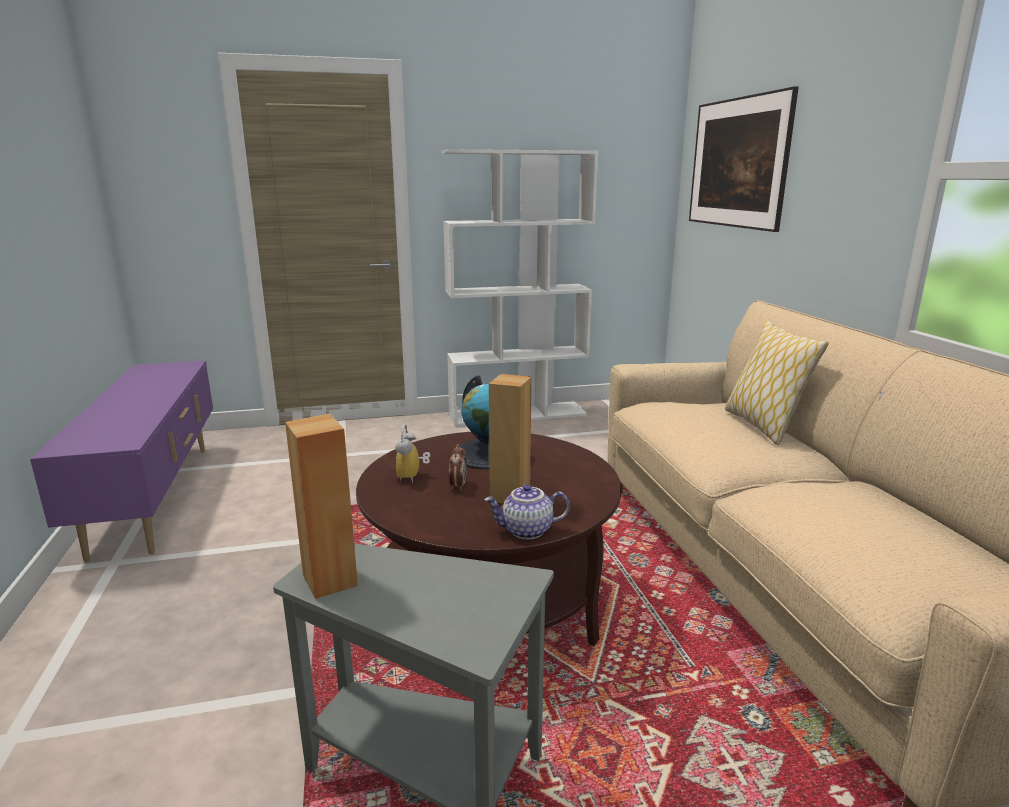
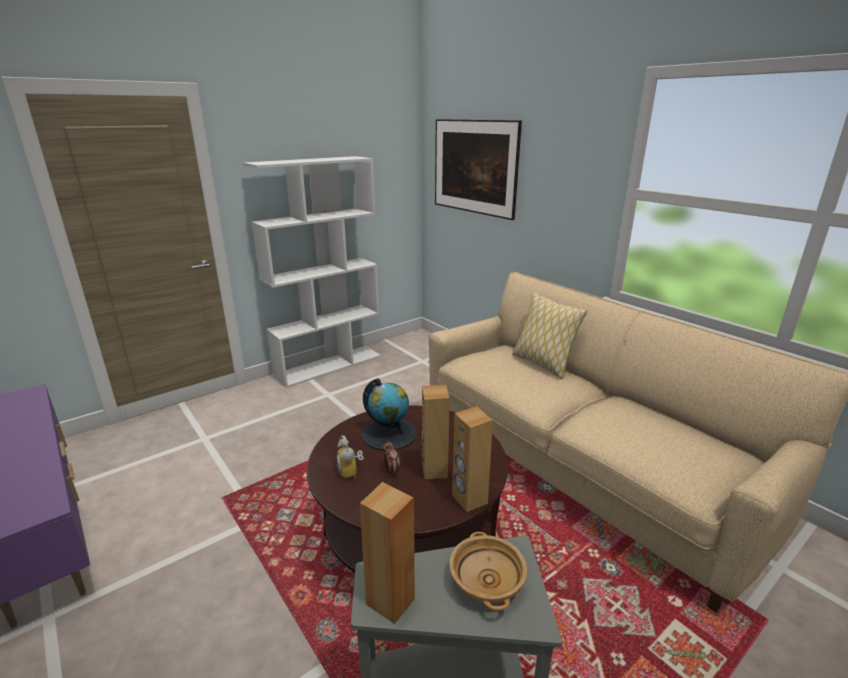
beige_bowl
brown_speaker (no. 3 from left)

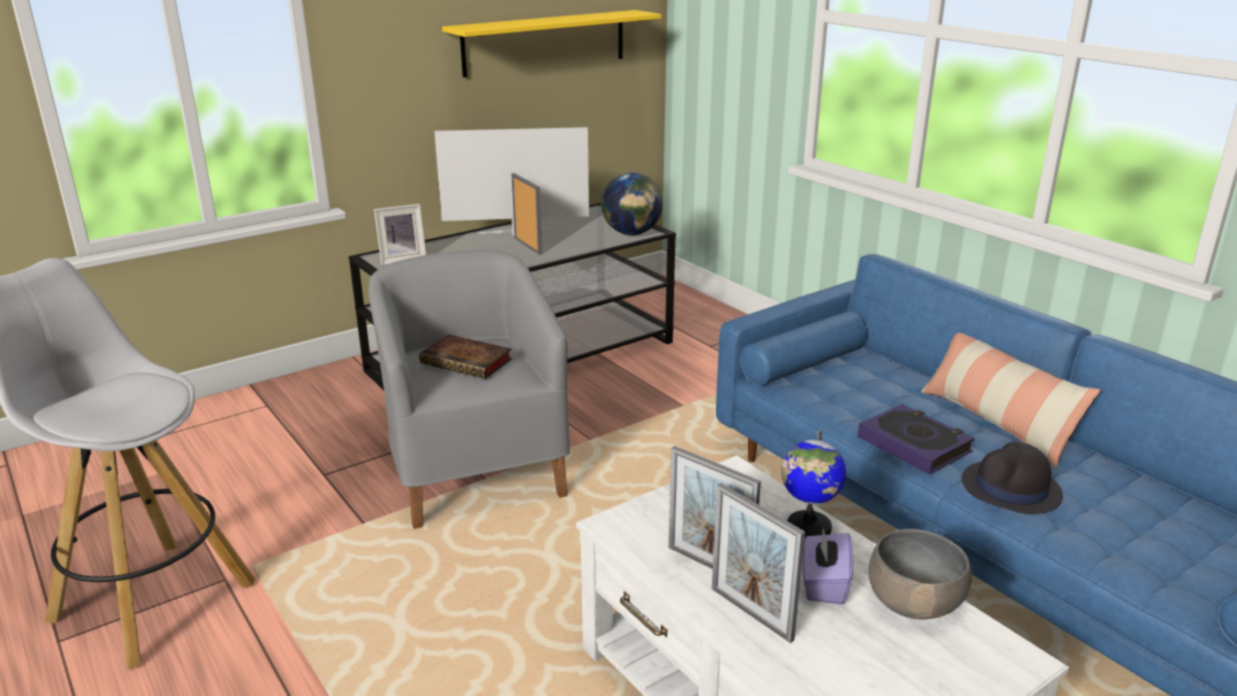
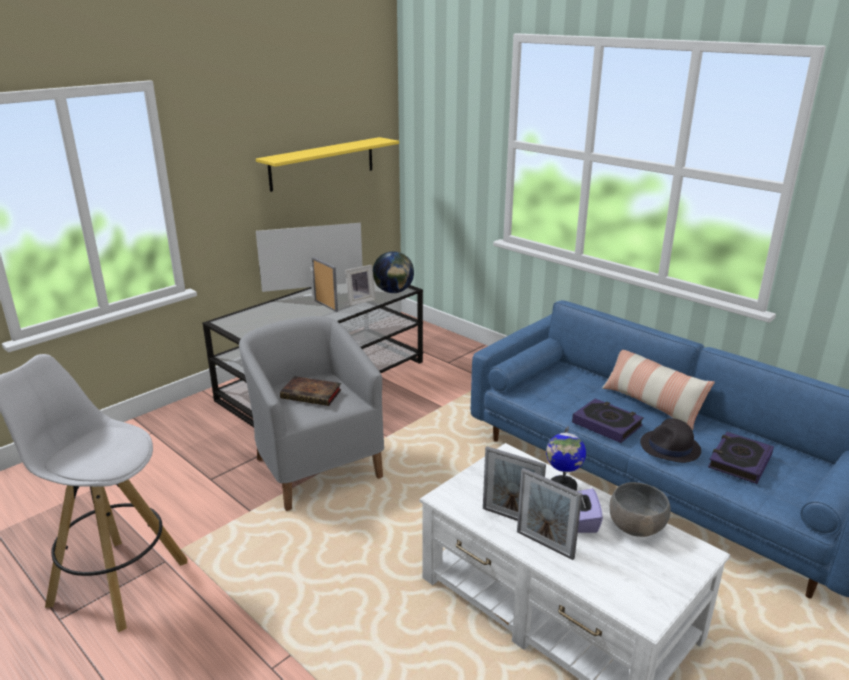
picture_frame (no. 2 from left)
book (no. 3 from left)

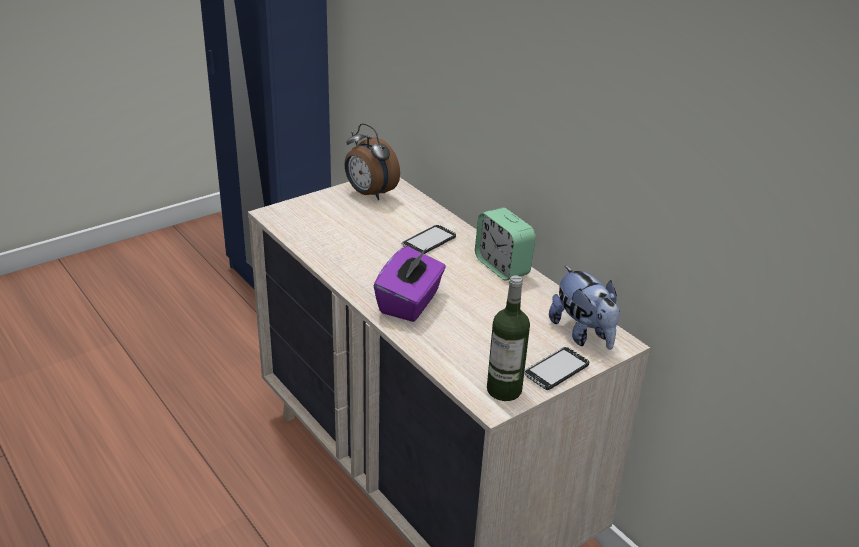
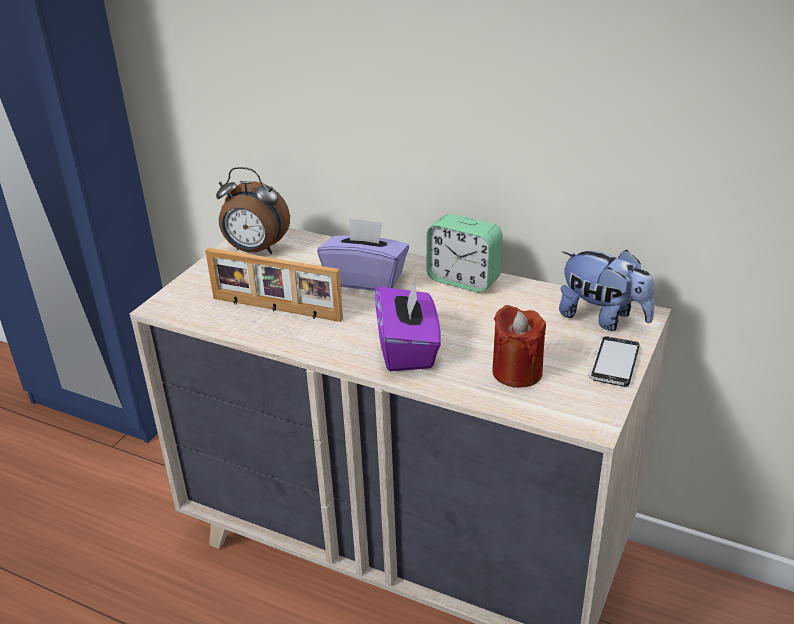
picture_frame
purple_tissue_box (no. 1 from left)
red_candle
bottle

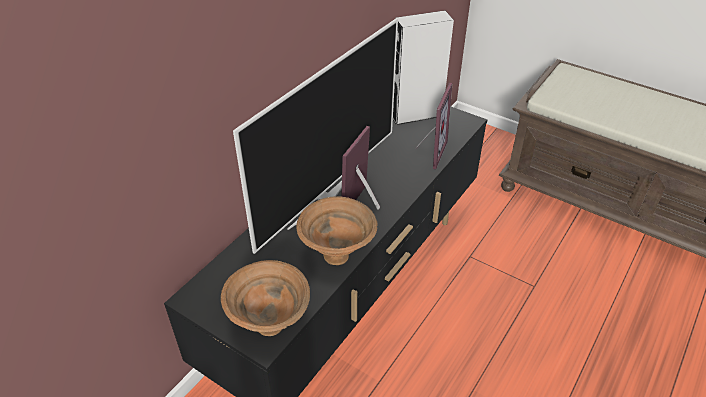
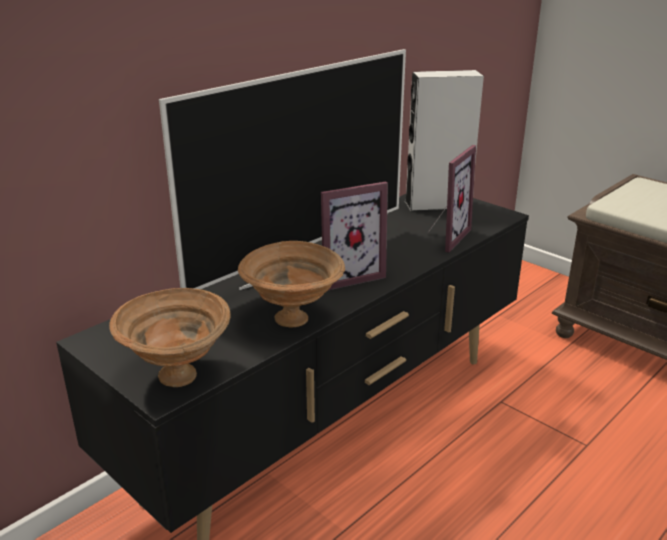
picture_frame (no. 1 from left)

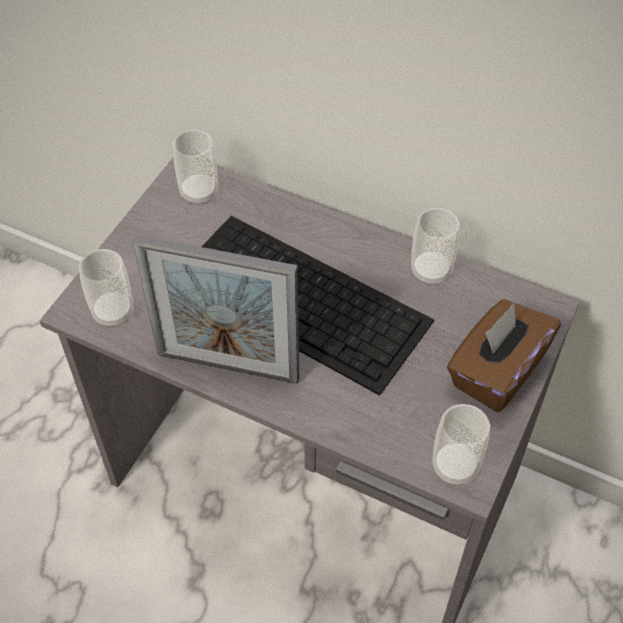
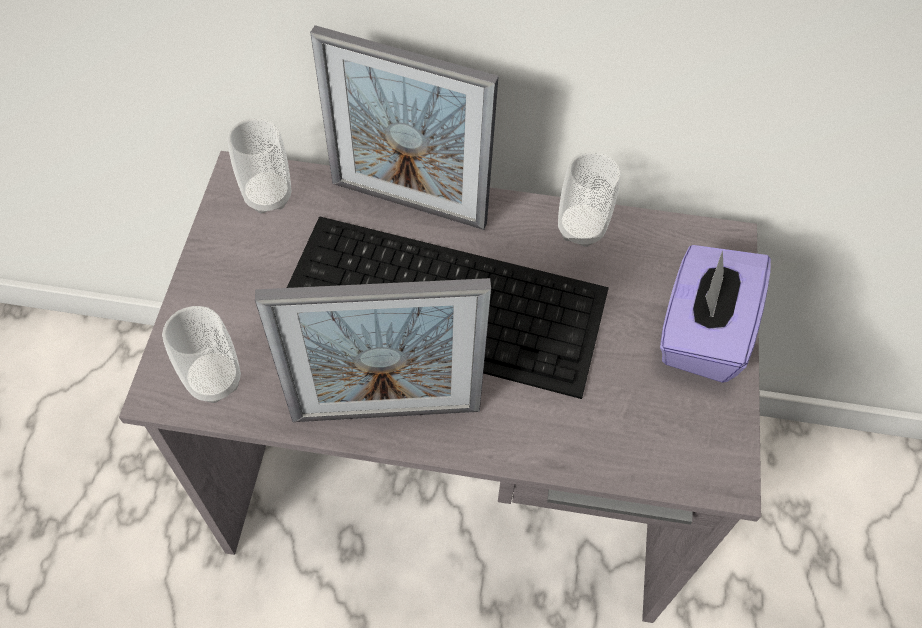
picture_frame (no. 2 from left)
purple_tissue_box
cup (no. 4 from left in the first image)

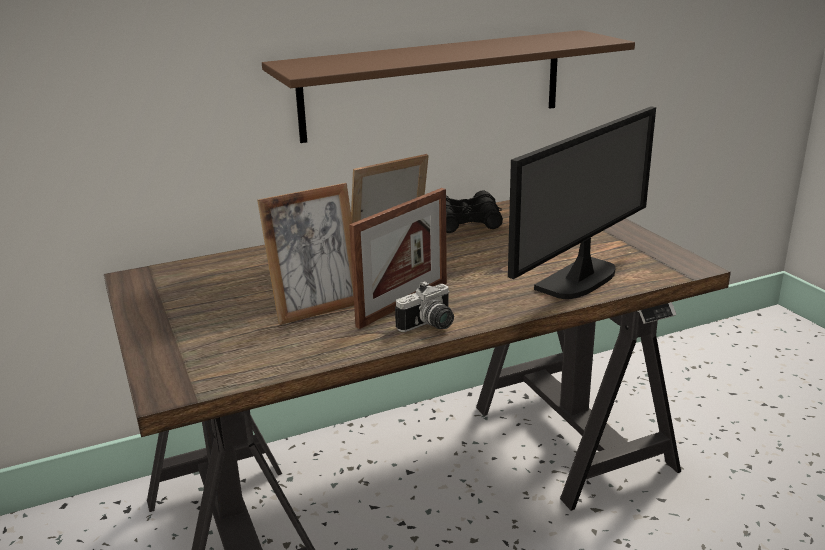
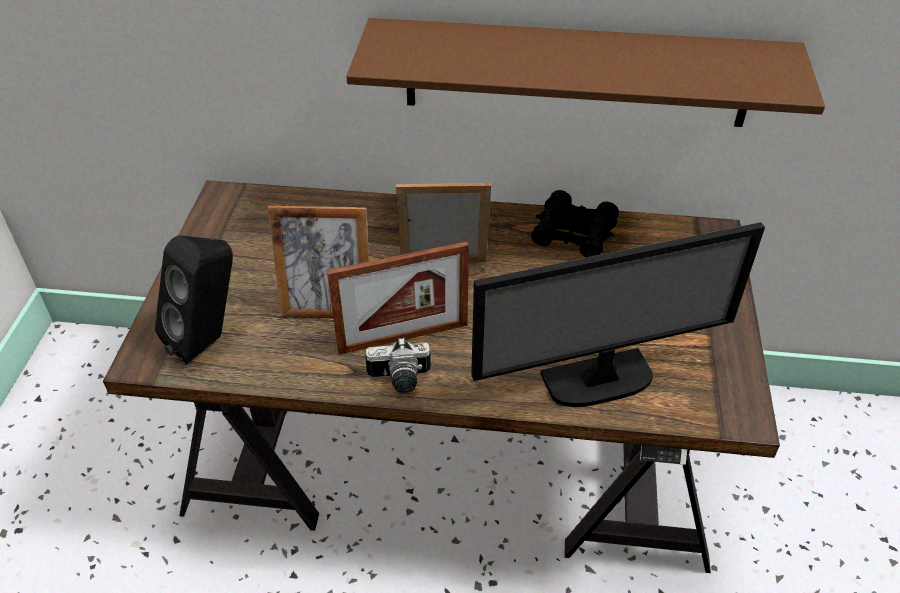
black_speaker

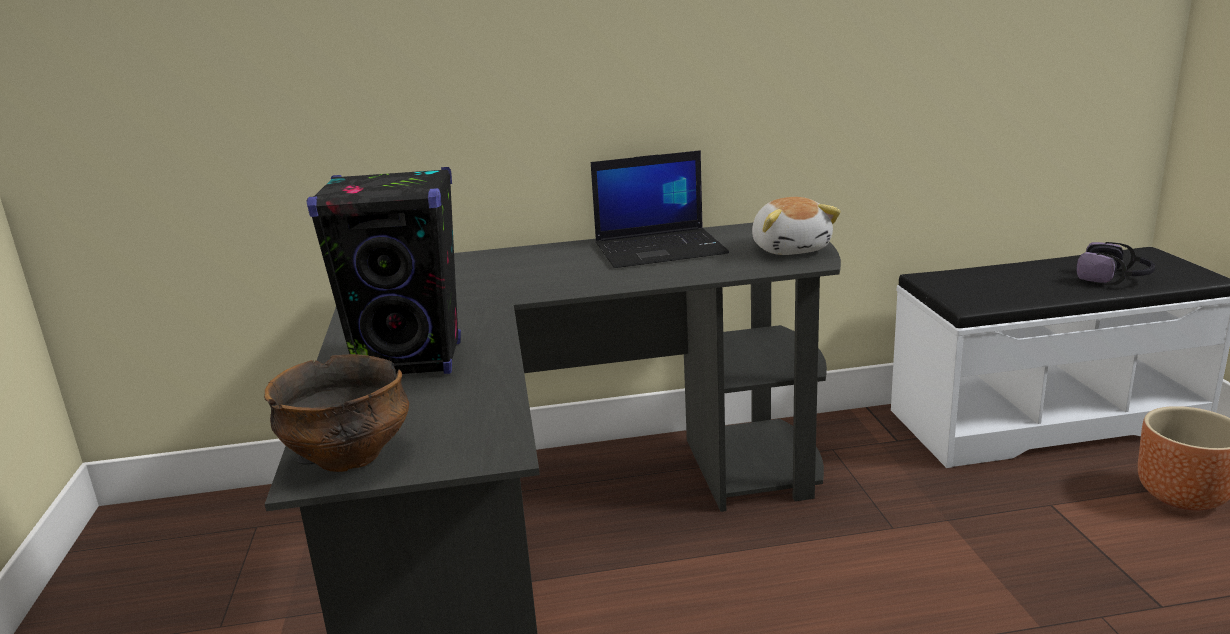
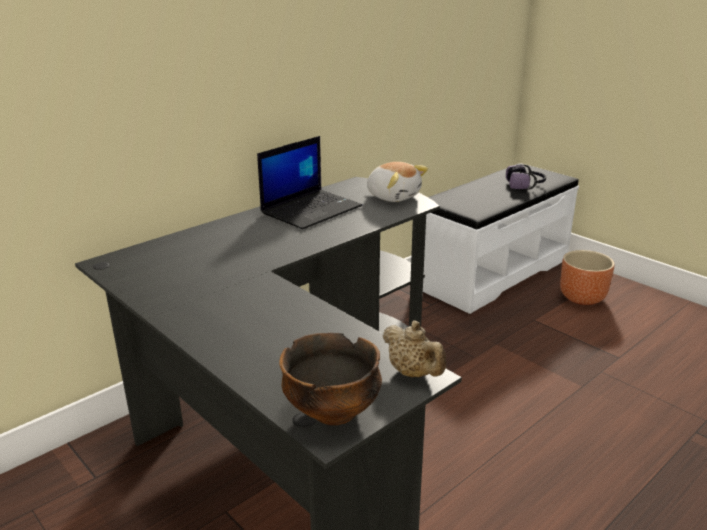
beige_teapot
black_speaker

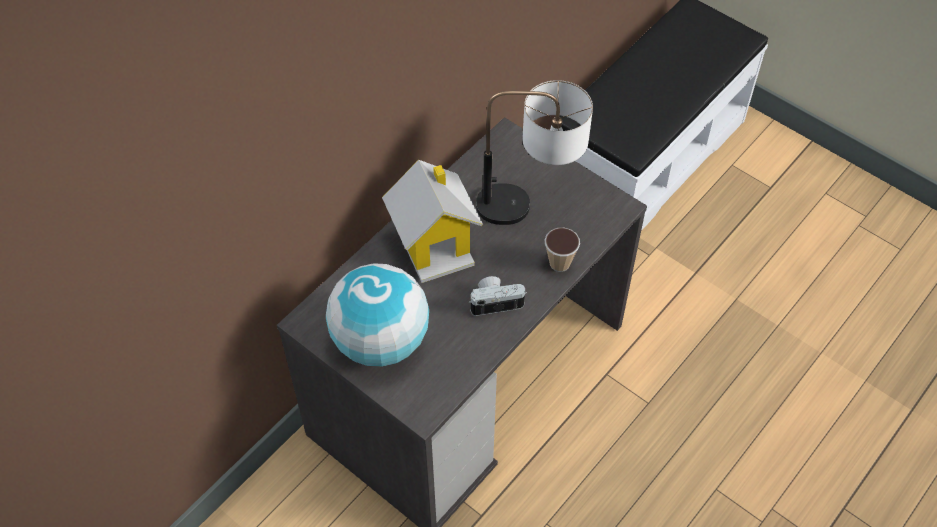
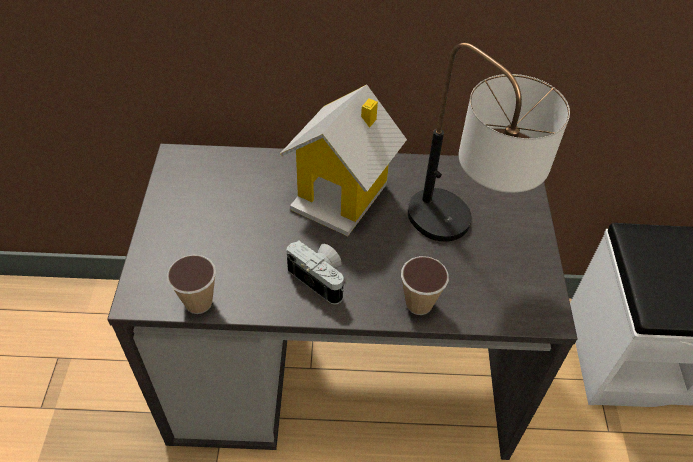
cup (no. 1 from left)
globe

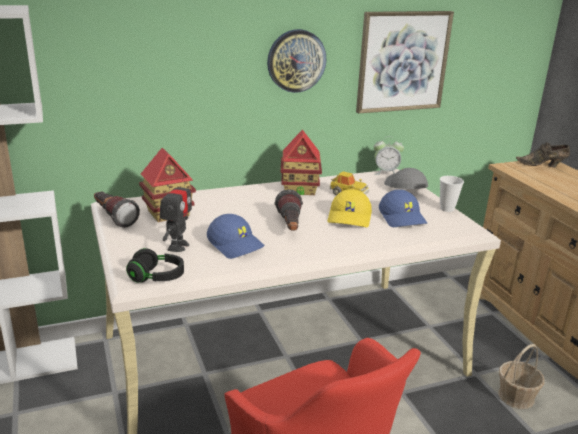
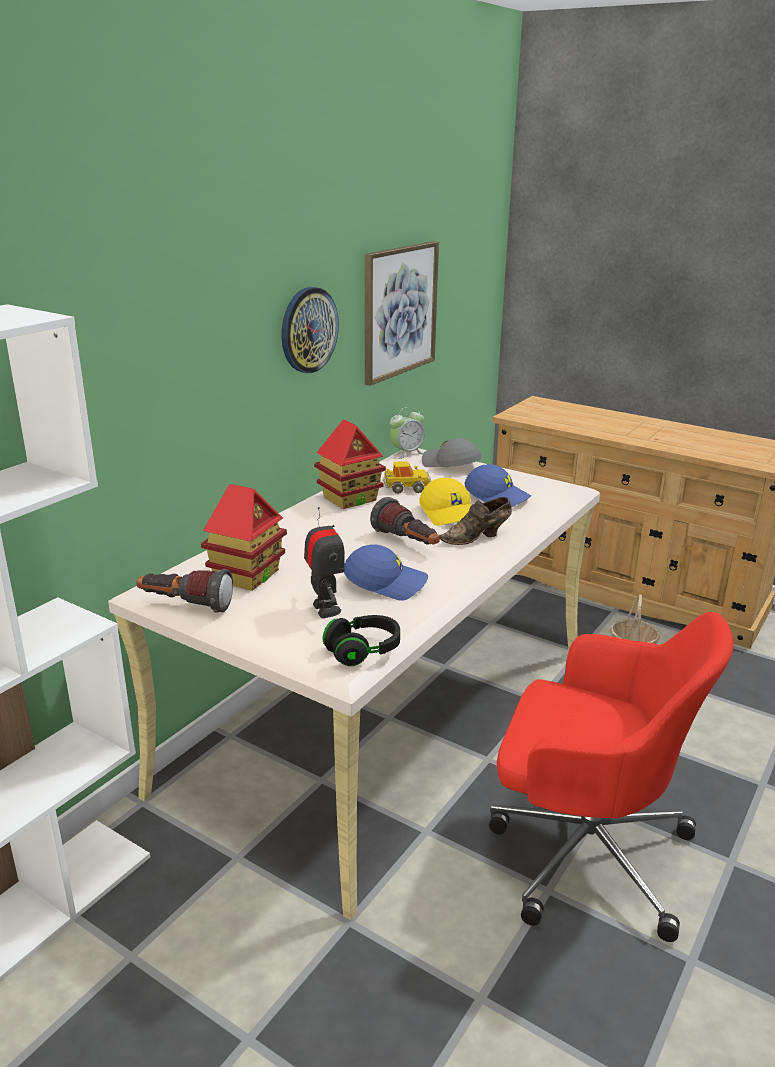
brown_shoe
cup

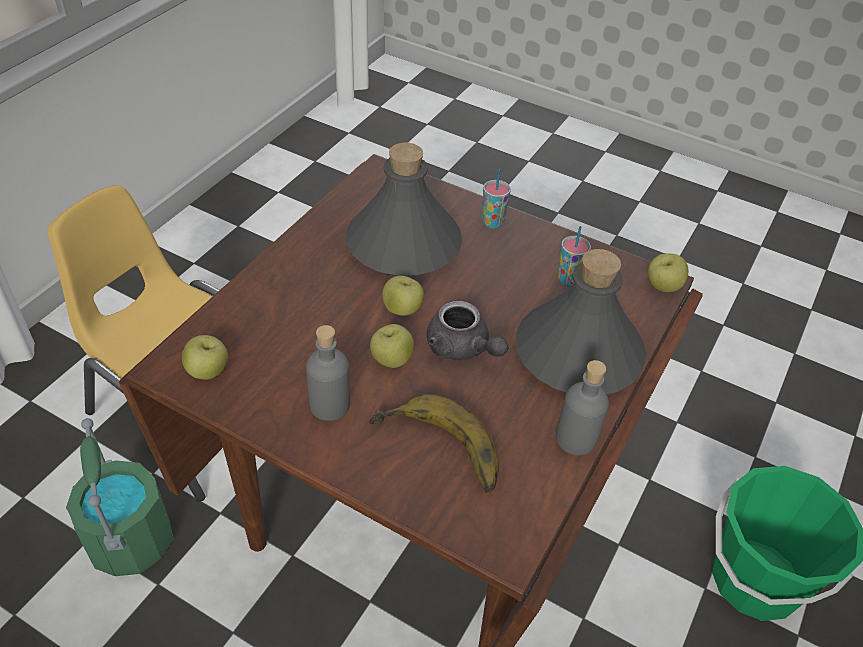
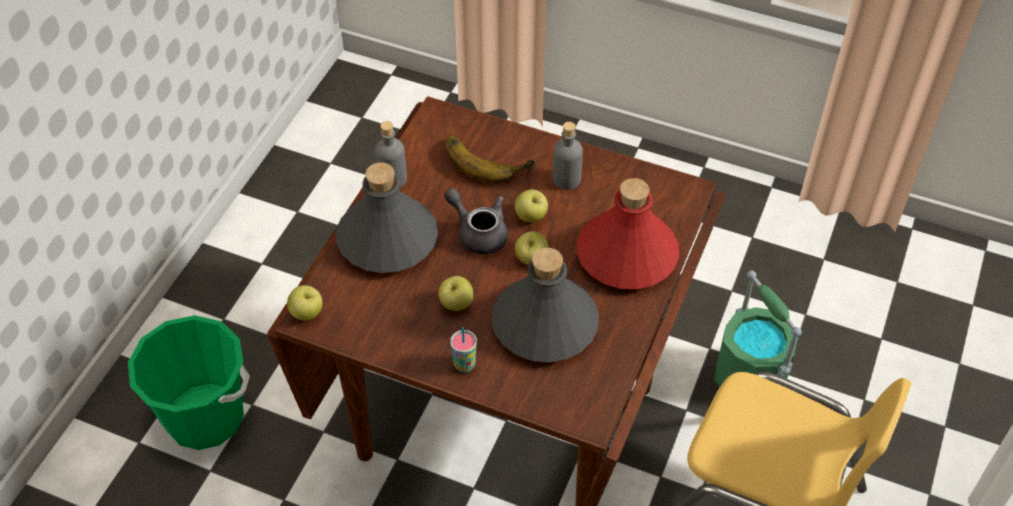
apple (no. 2 from left)
red_bottle
cup (no. 2 from left in the first image)

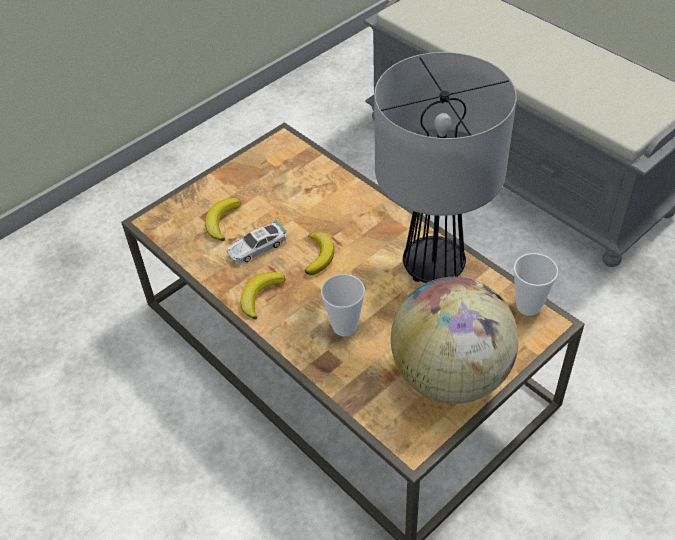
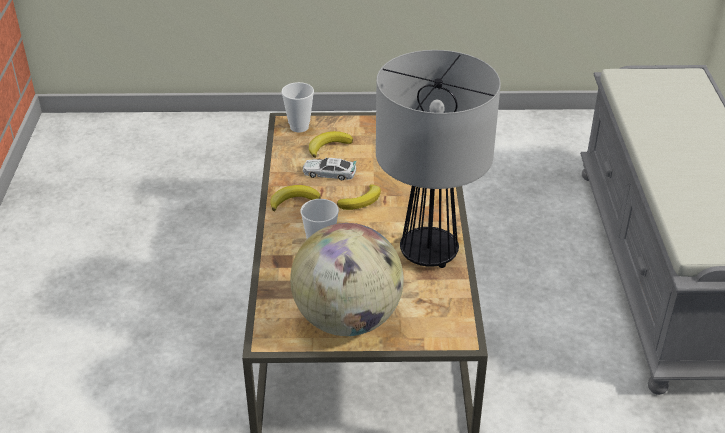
cup (no. 1 from left)

